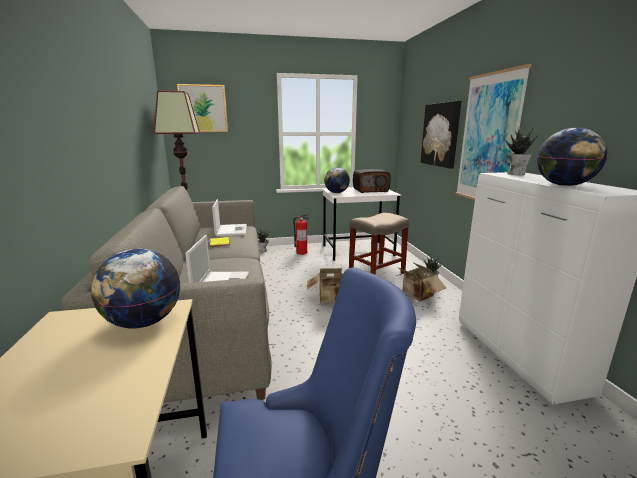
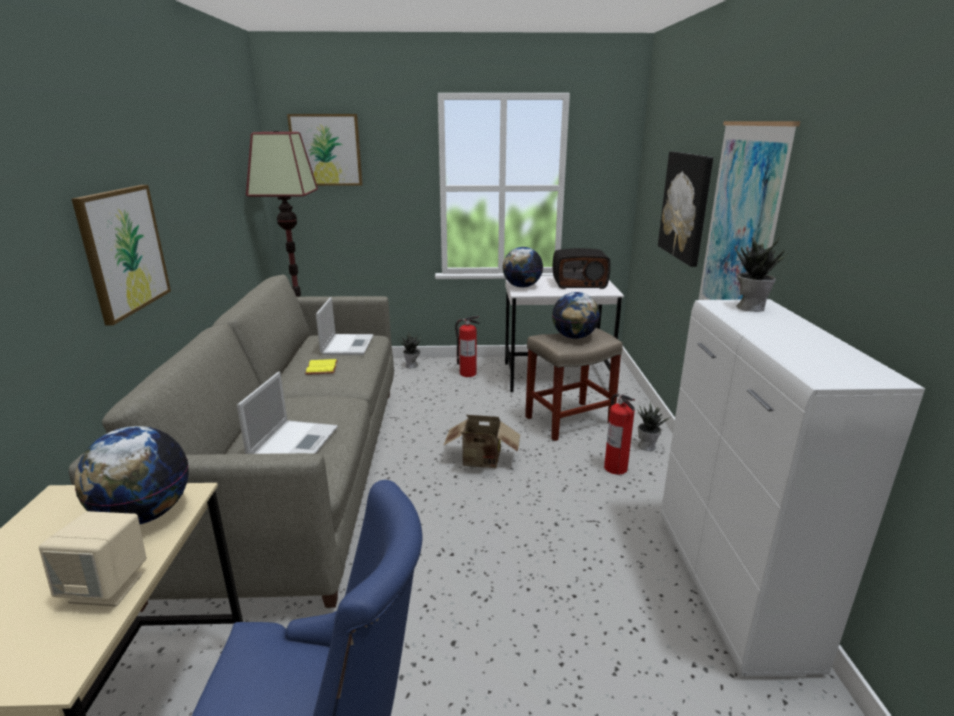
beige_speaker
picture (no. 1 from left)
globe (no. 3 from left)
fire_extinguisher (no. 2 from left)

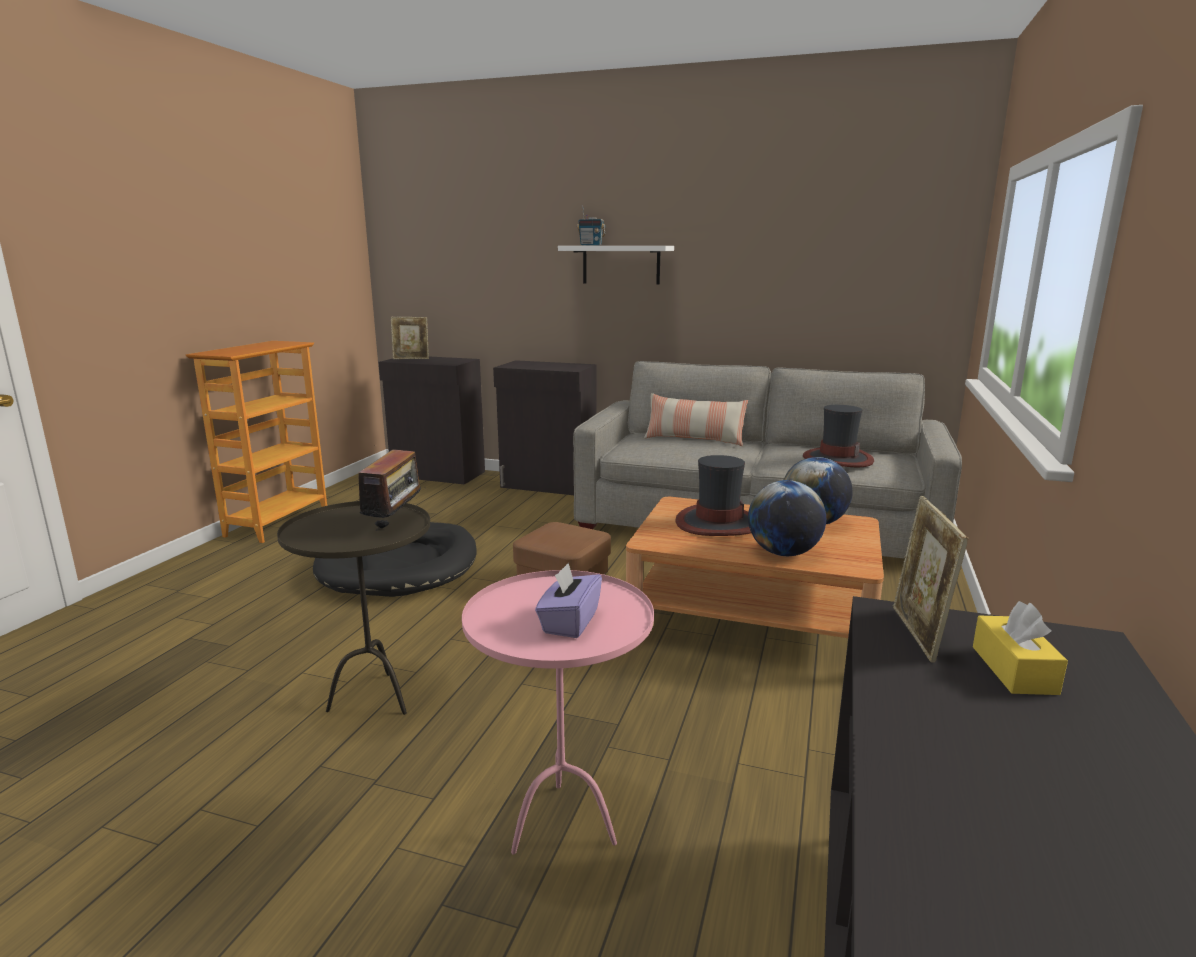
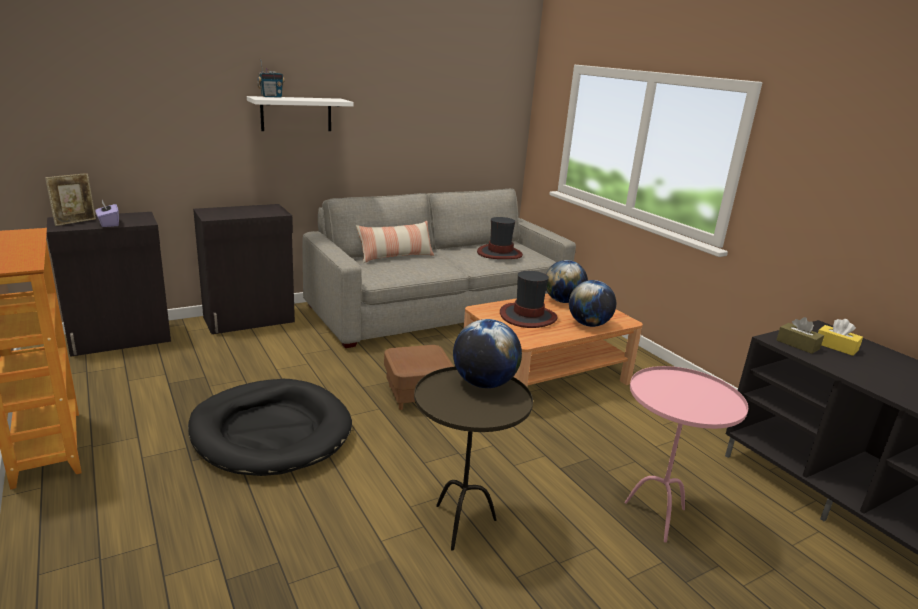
purple_tissue_box
globe (no. 1 from left)
brown_tissue_box

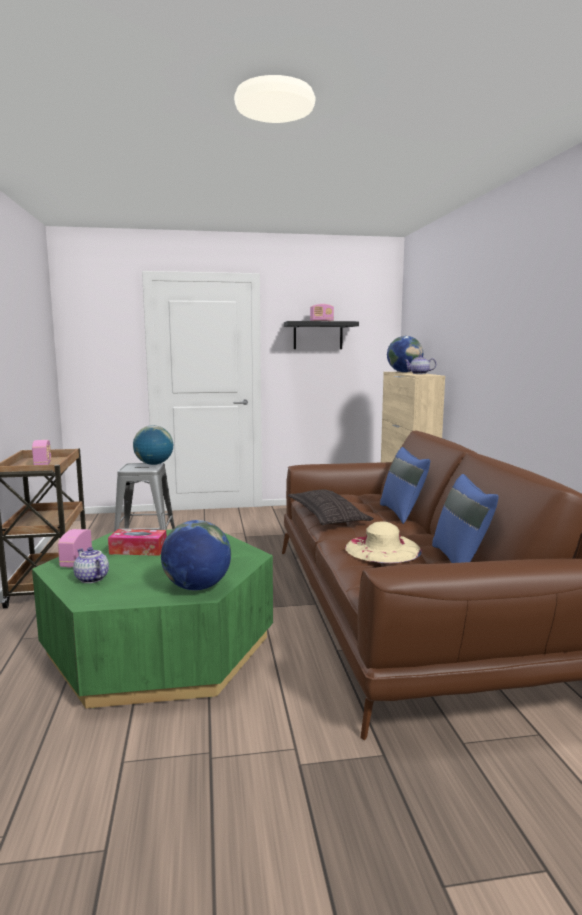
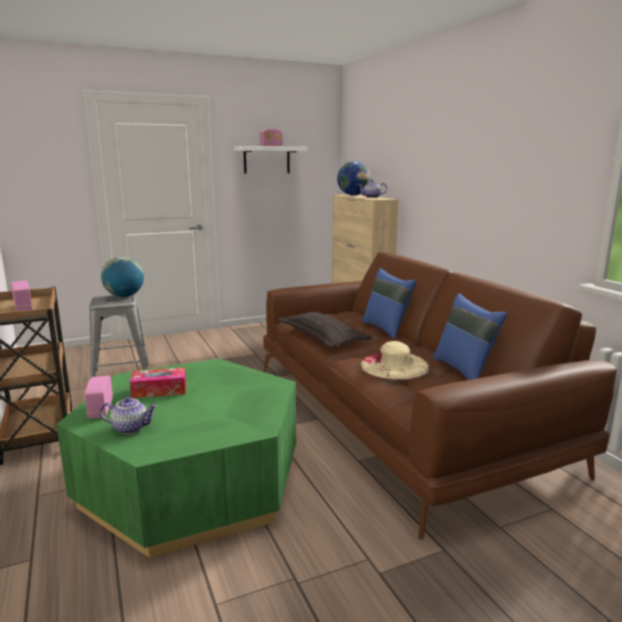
teapot (no. 1 from left)
white_shelf
globe (no. 2 from left in the first image)

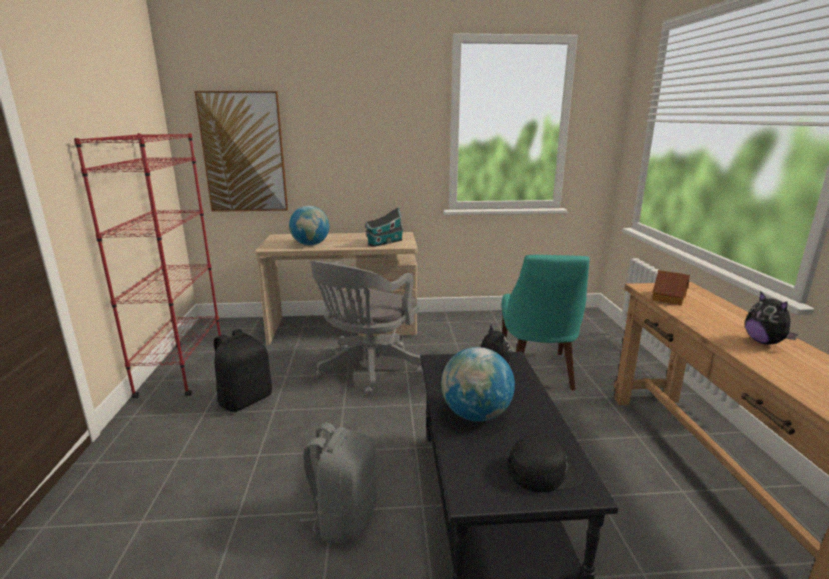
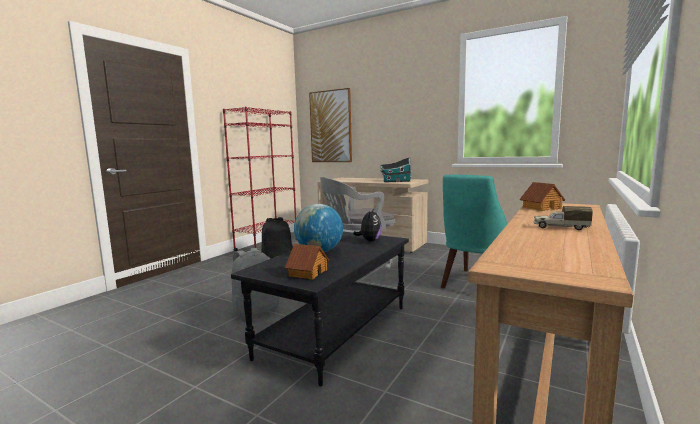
toy_house (no. 1 from left)
toy_truck
globe (no. 1 from left in the first image)

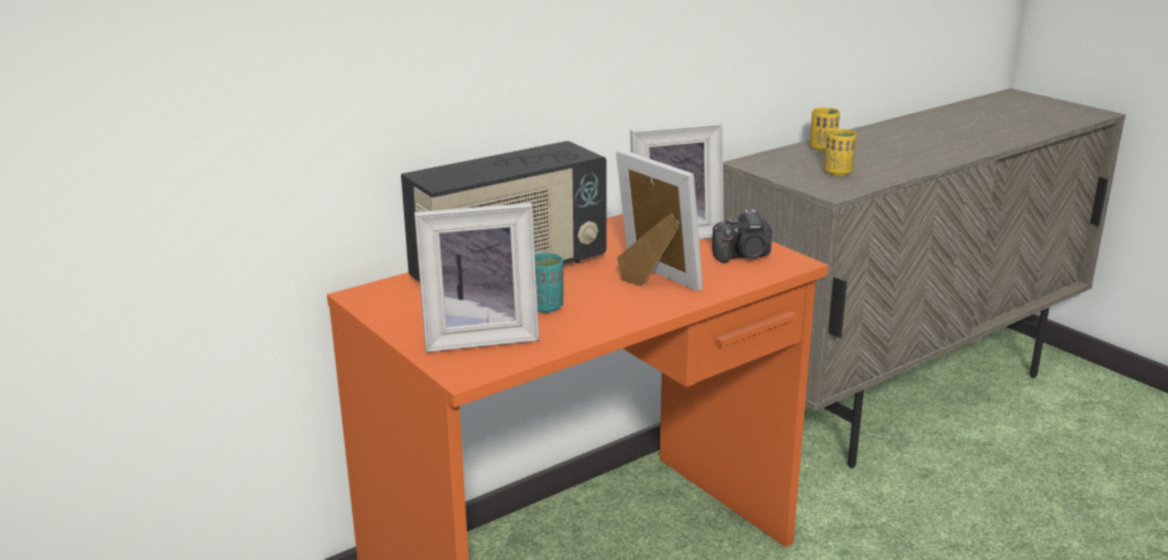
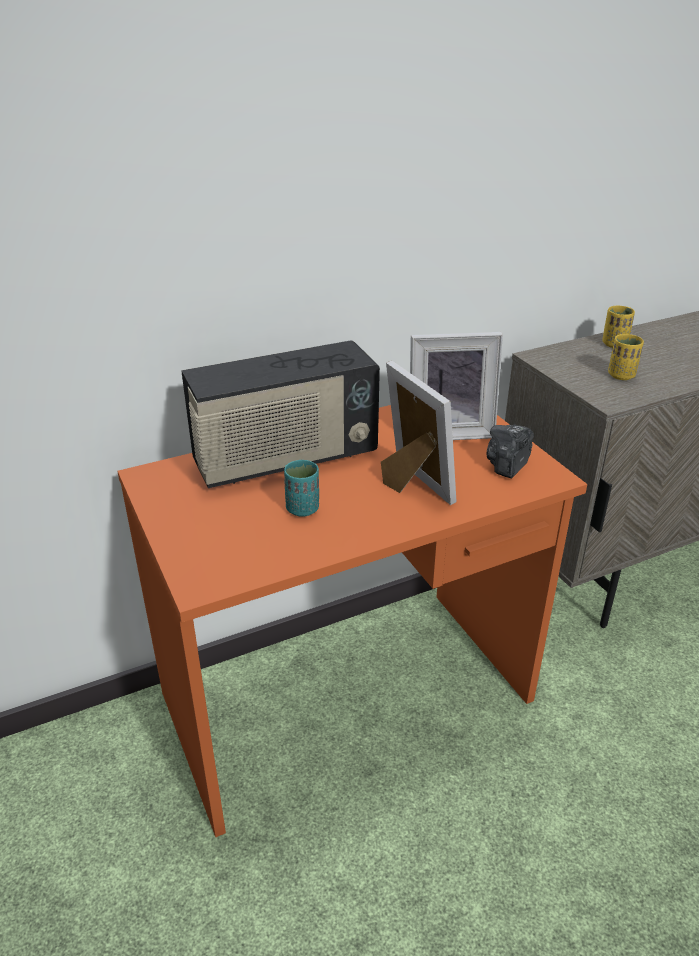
photo_camera
picture_frame (no. 1 from left in the first image)

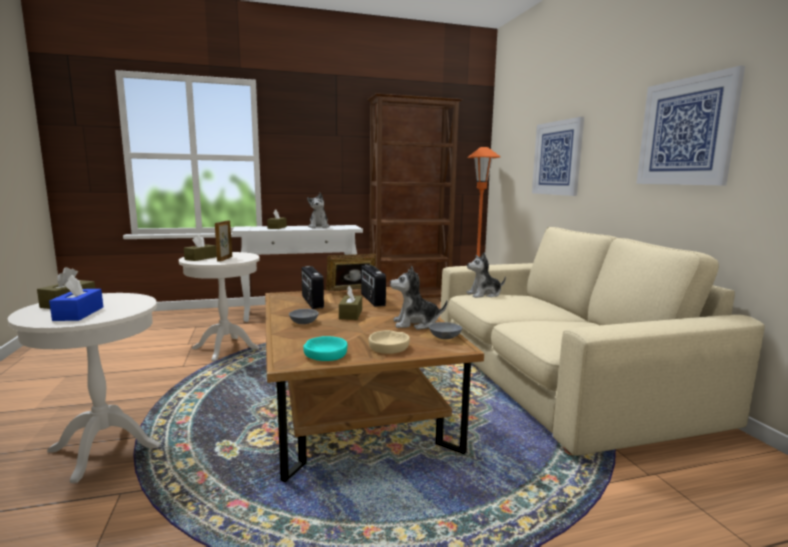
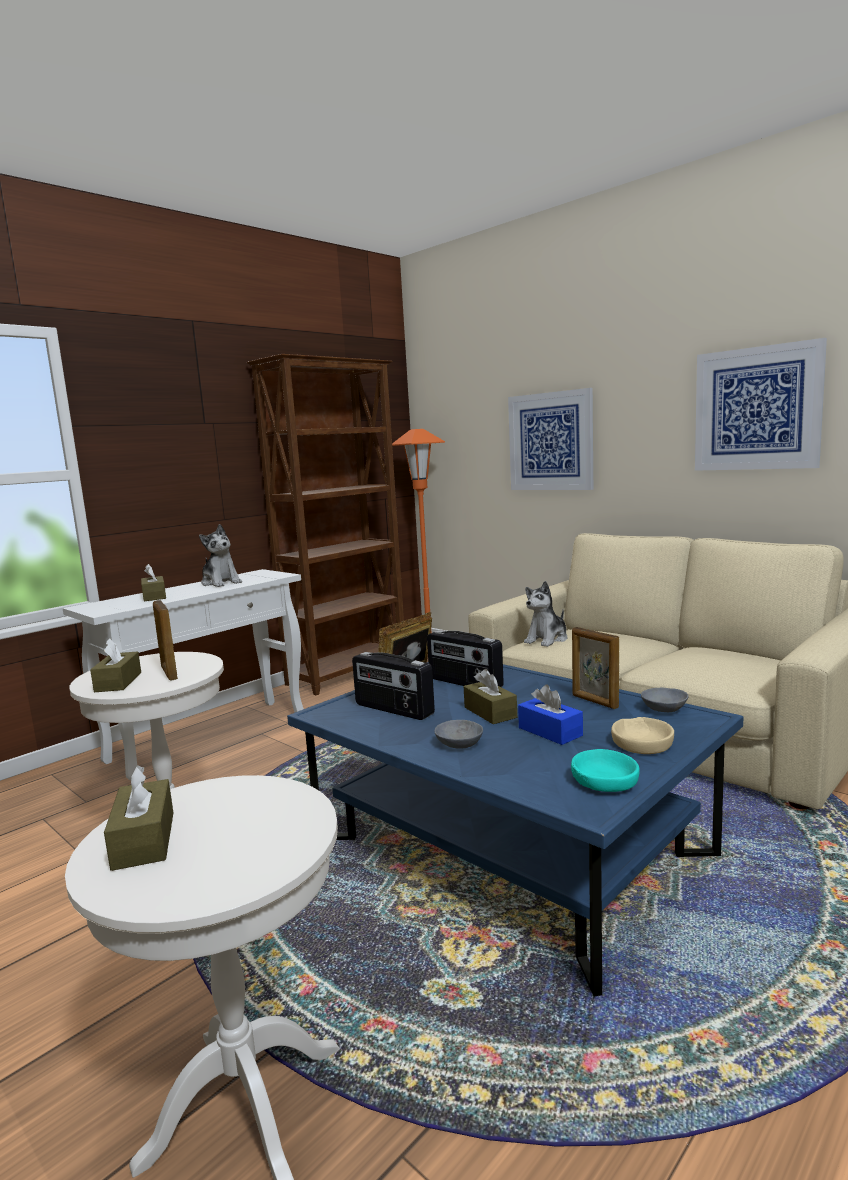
blue_coffee_table
blue_tissue_box
picture_frame (no. 3 from left)

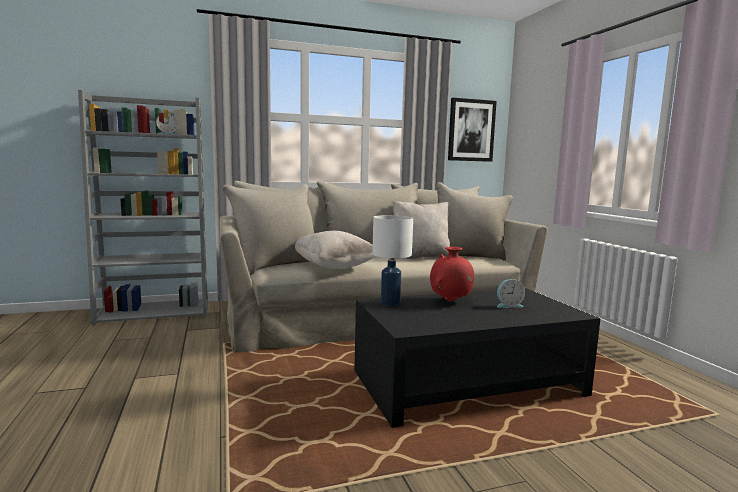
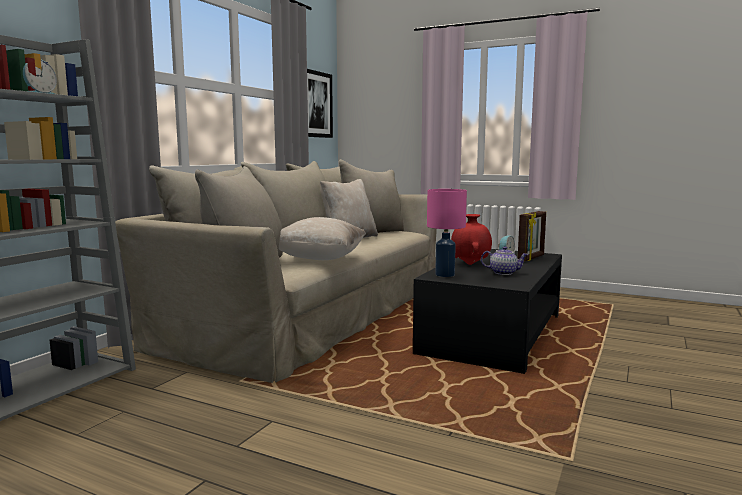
pink_table_lamp
teapot
picture_frame

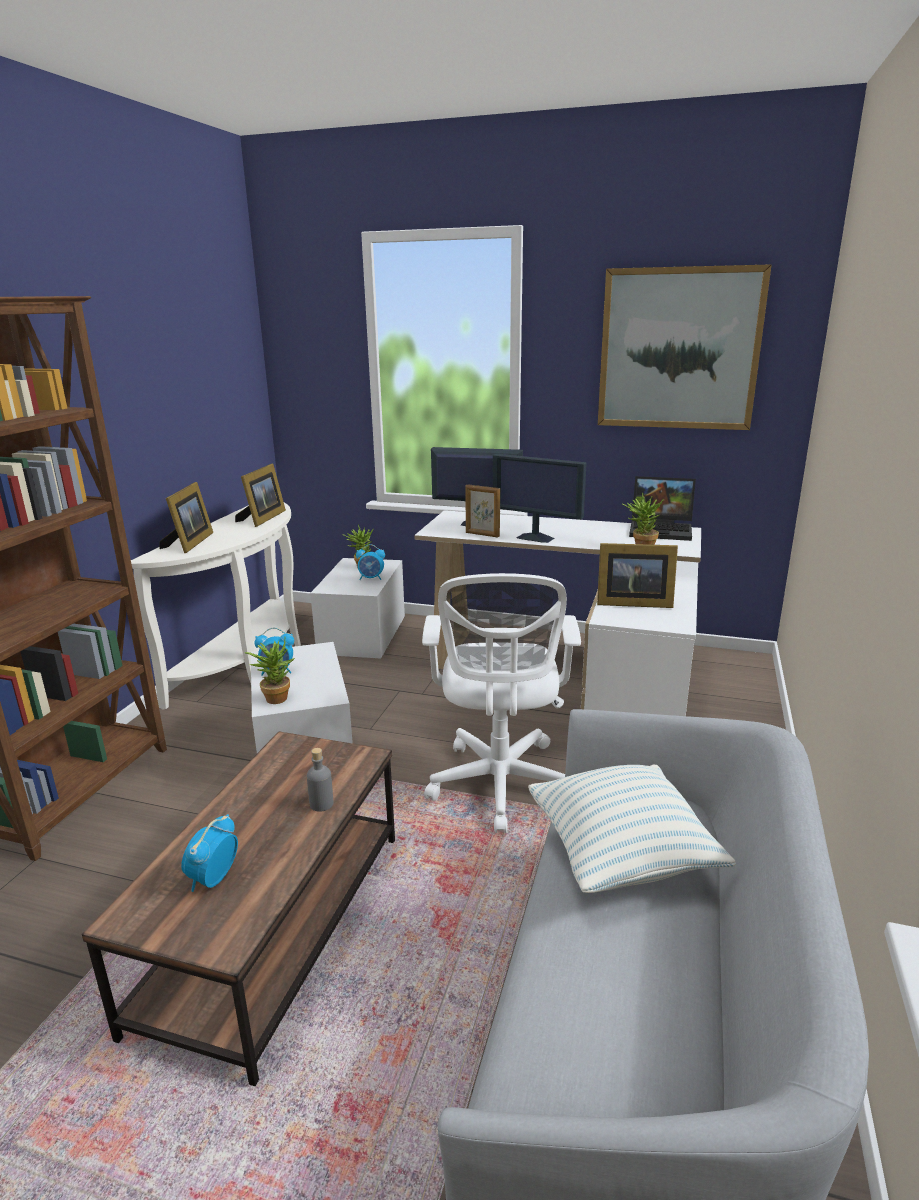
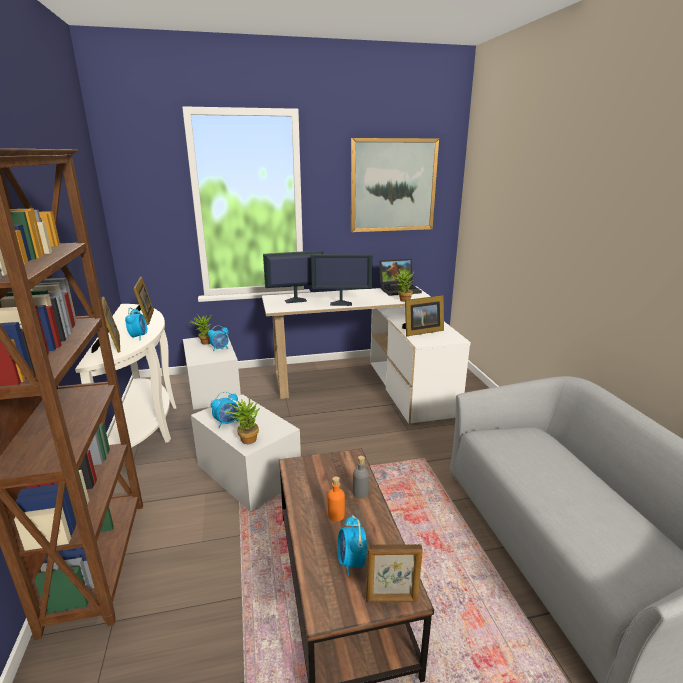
alarm_clock (no. 1 from left)
orange_bottle
picture_frame (no. 3 from left)
white_office_chair
pillow

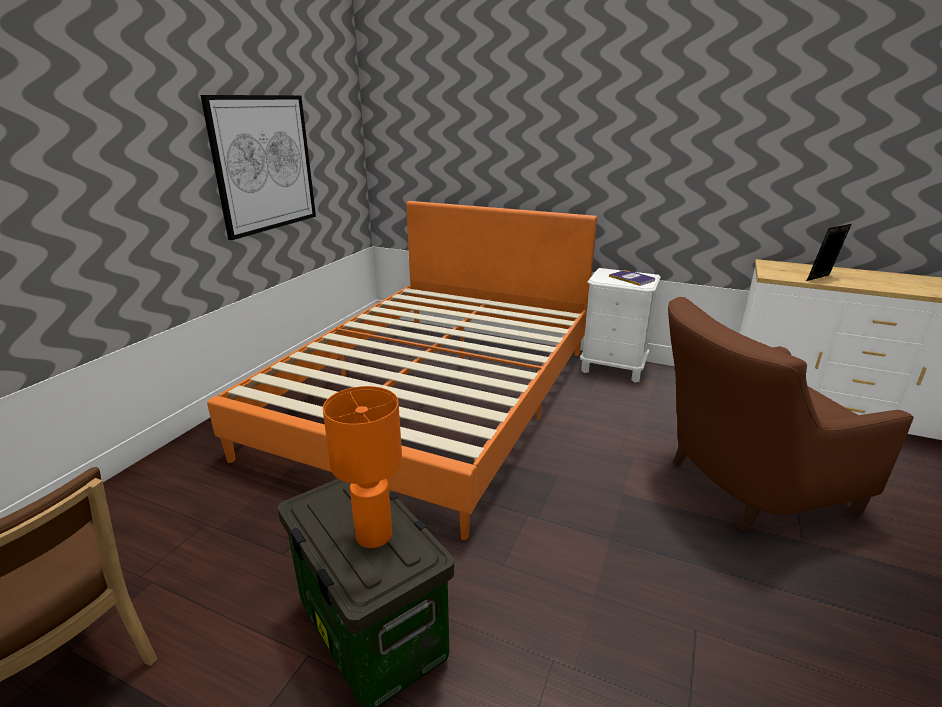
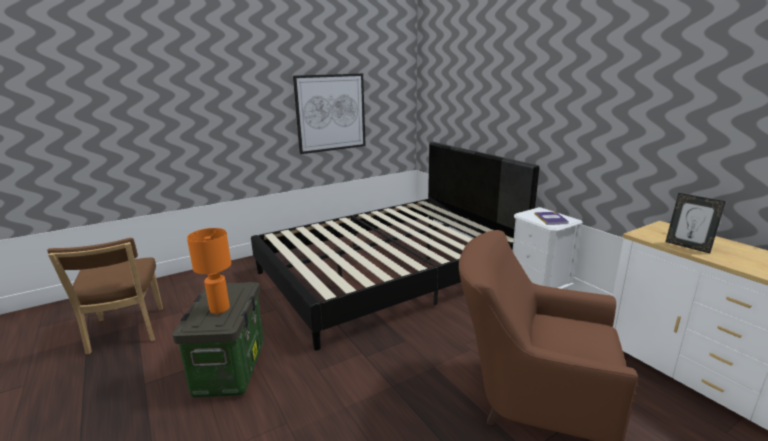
black_bed
picture_frame

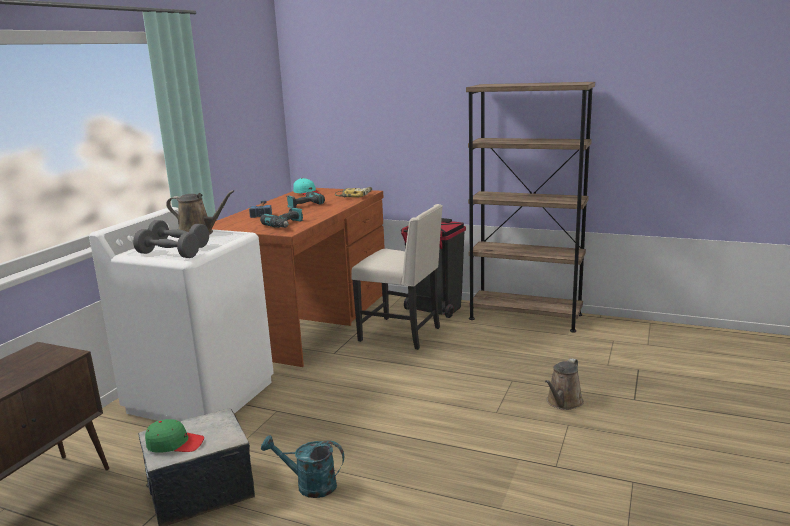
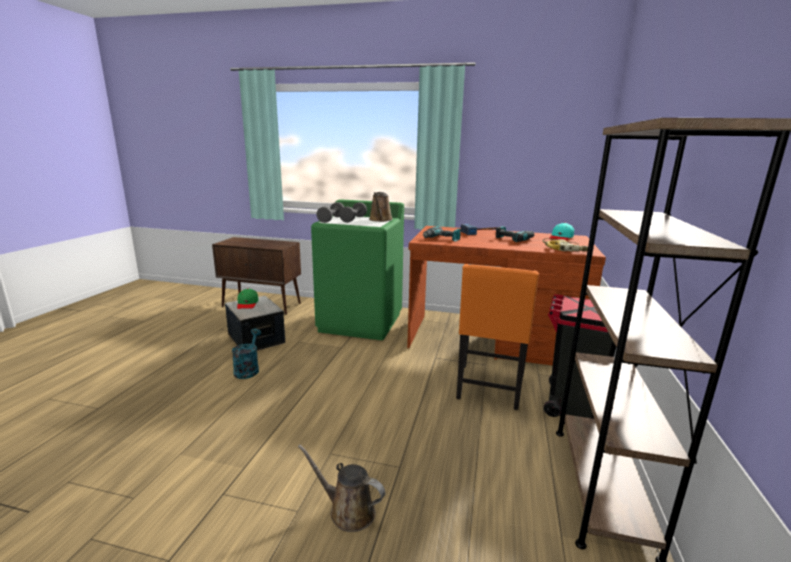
green_washing_machine
orange_chair

